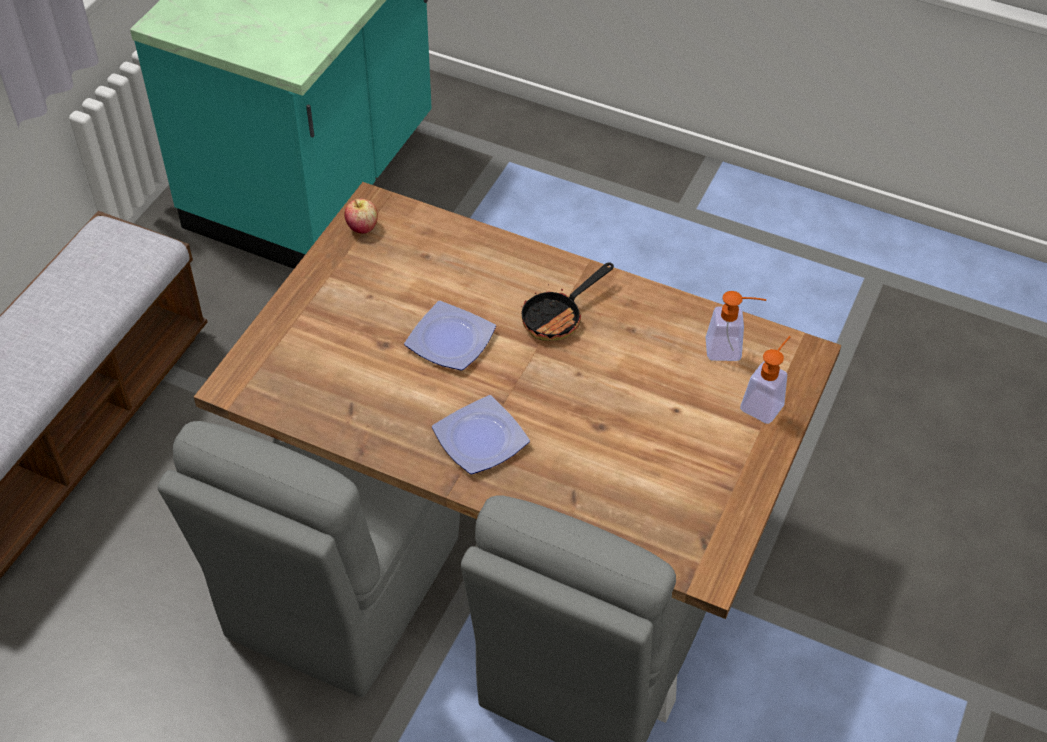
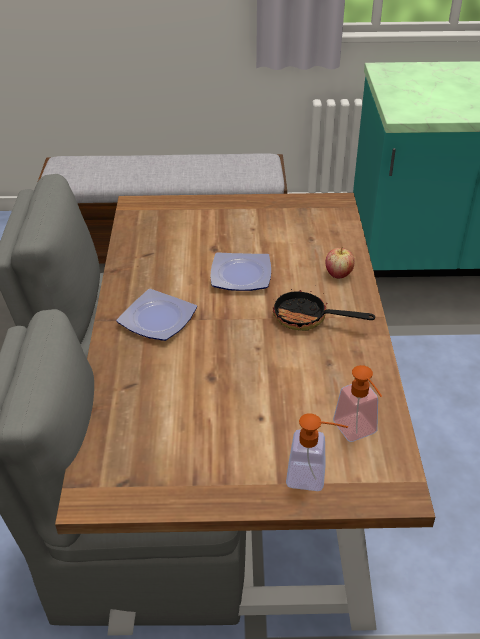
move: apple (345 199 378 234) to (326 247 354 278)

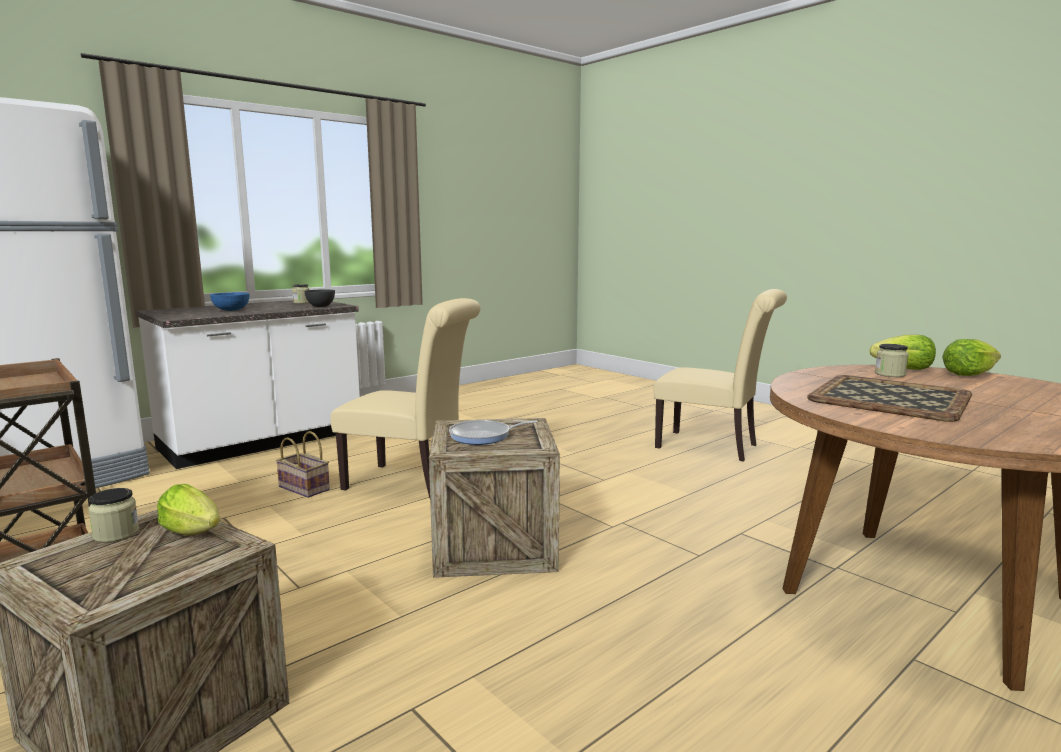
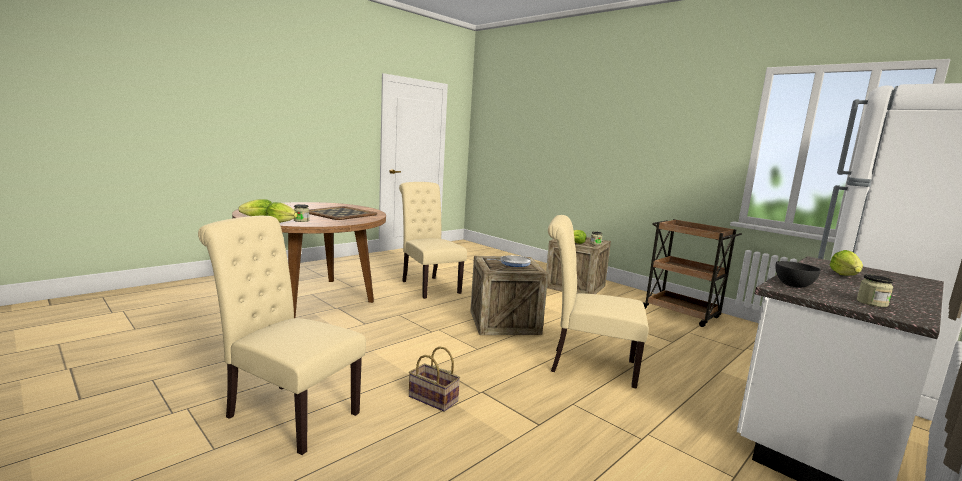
insert: beige-coloured upright chair (399 182 467 299)
move: household basket (276 431 330 498) to (409 346 460 412)
replace: bluish bowl (210 292 250 311) to lettuce head (829 250 863 276)

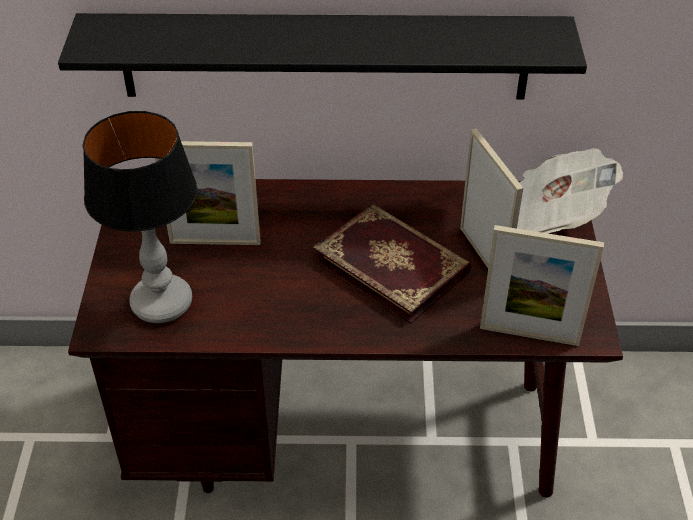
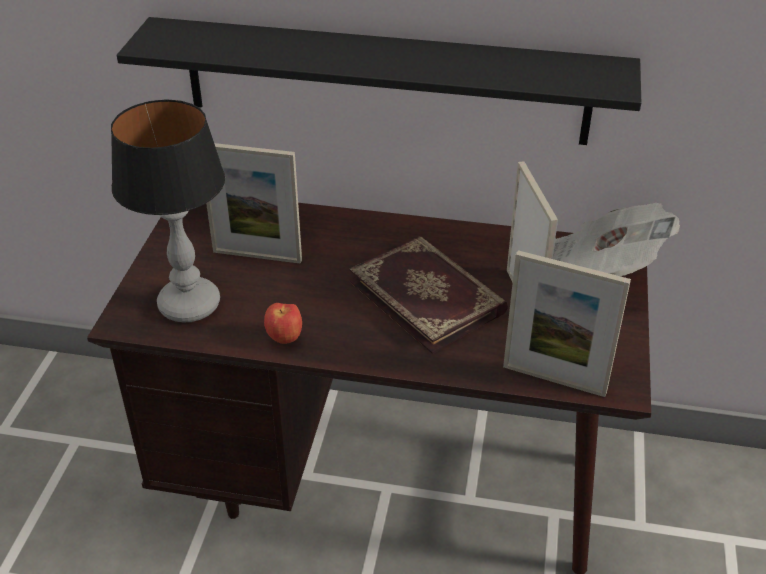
insert: apple (264 303 302 344)

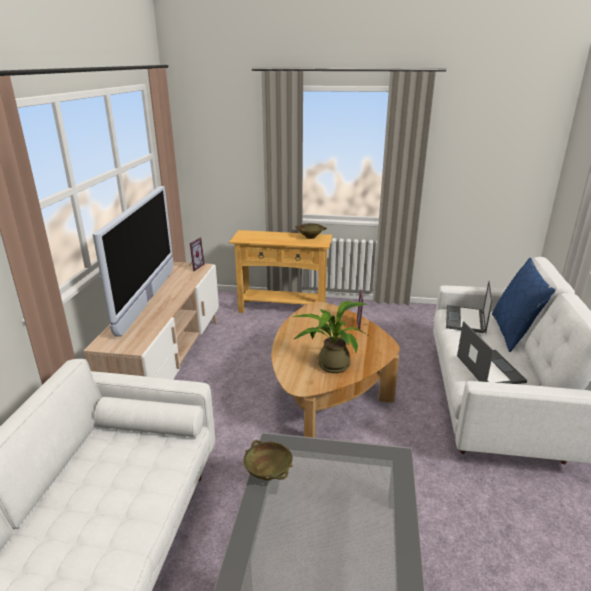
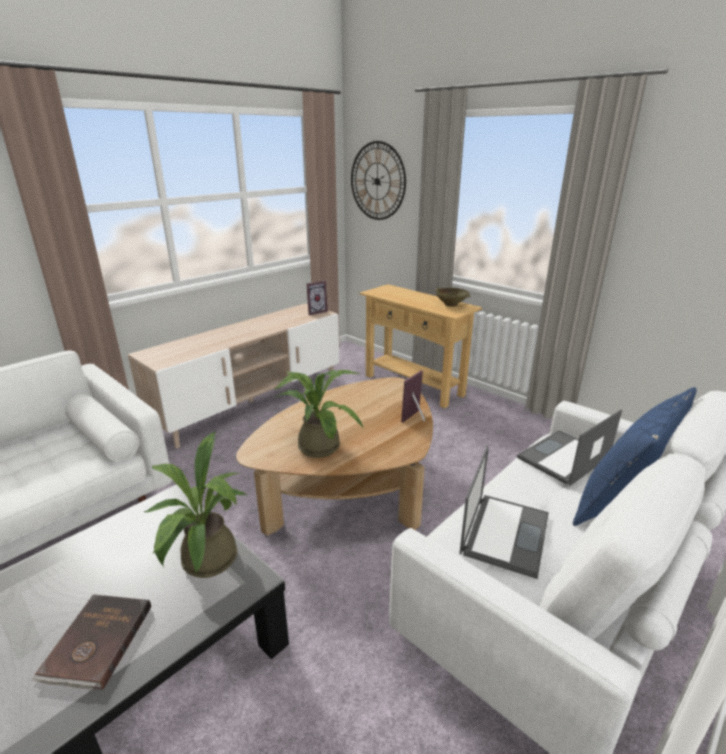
delete: TV set (93 186 173 337); beige-coloured bowl (243 440 293 480)
insert: brown volume (31 594 151 690); potted plant (144 432 247 578); hanging clock (351 141 406 220)

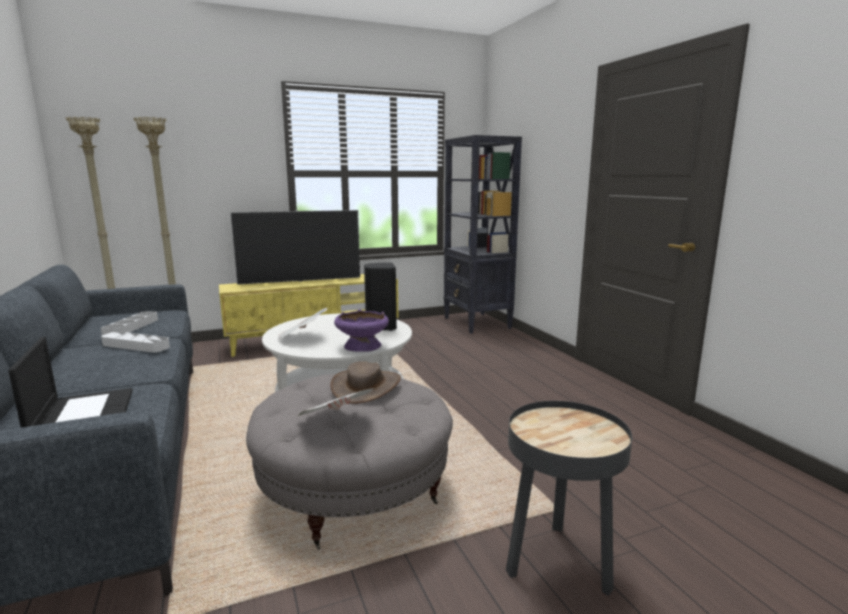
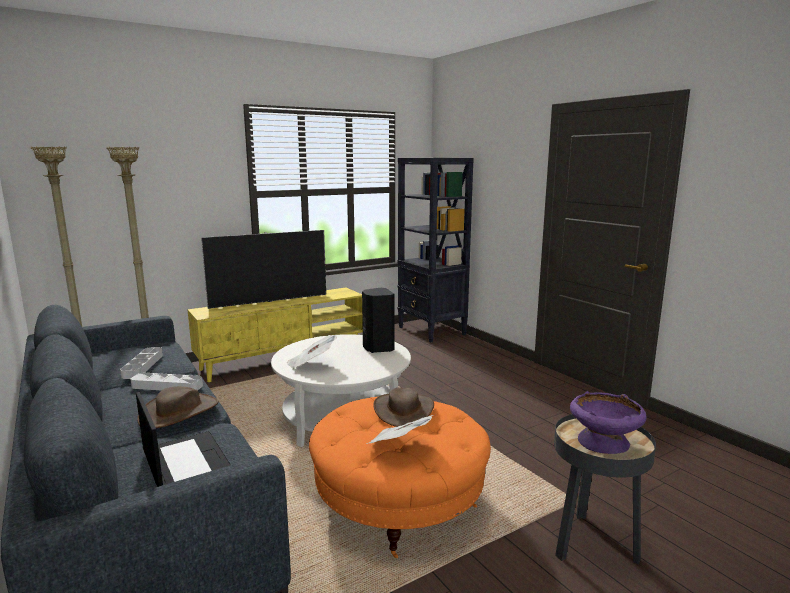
insert: brown clothing hat (137 386 219 428)
move: purple-coloured bowl (334 309 389 352) to (570 391 647 454)
recolor: gray footrest (246 374 453 550) to orange footrest (309 397 491 558)

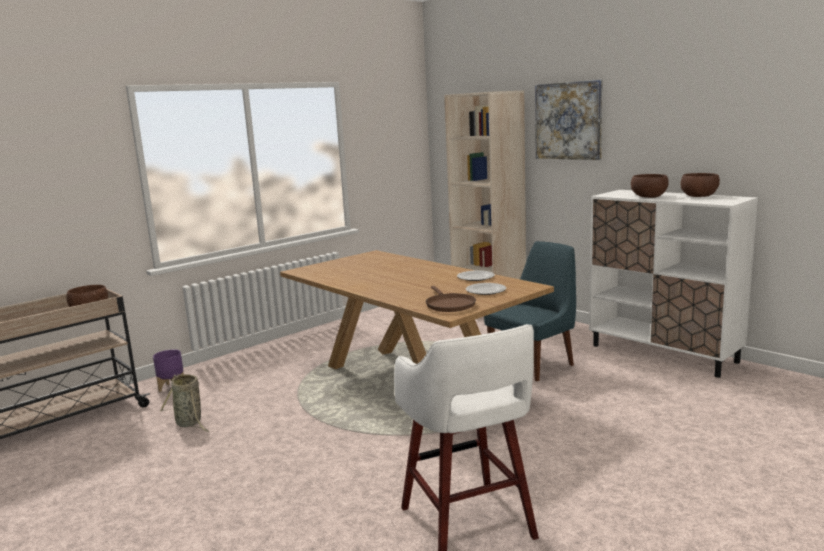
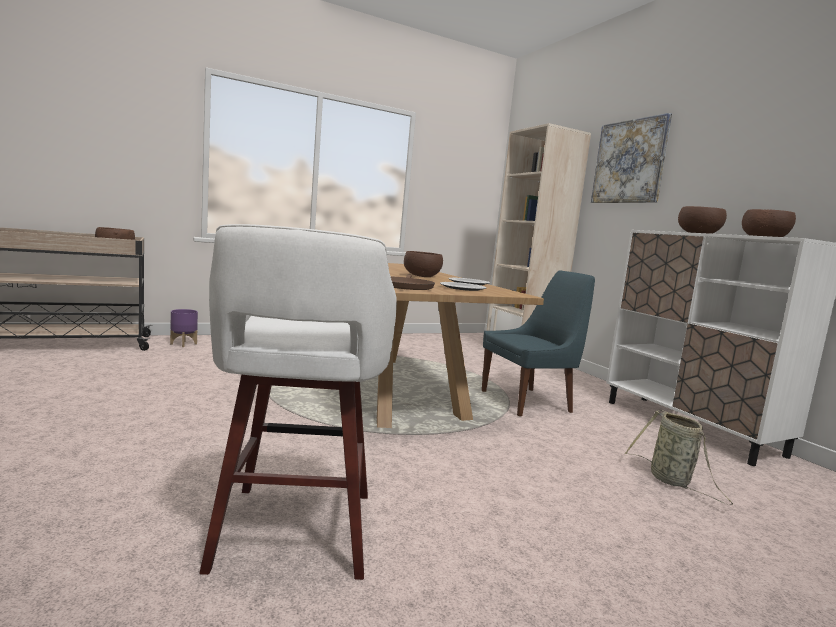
insert: brown bowl (404 251 443 277)
move: household basket (159 374 210 432) to (625 410 733 505)

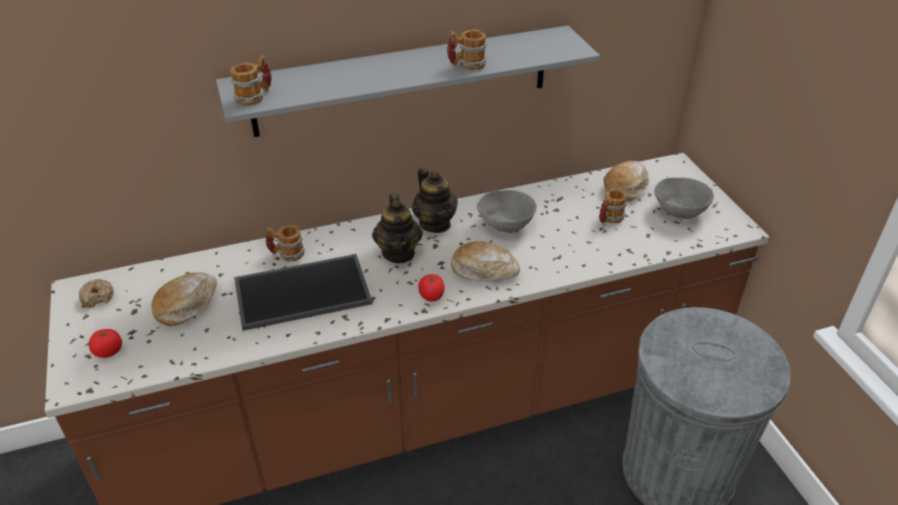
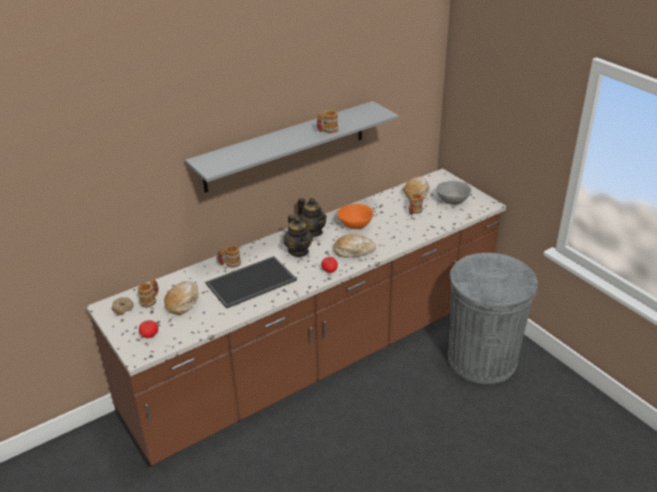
move: tea mug (230 55 272 106) to (137 278 159 307)
recolor: gray bowl (477 190 537 233) to orange bowl (337 204 374 229)

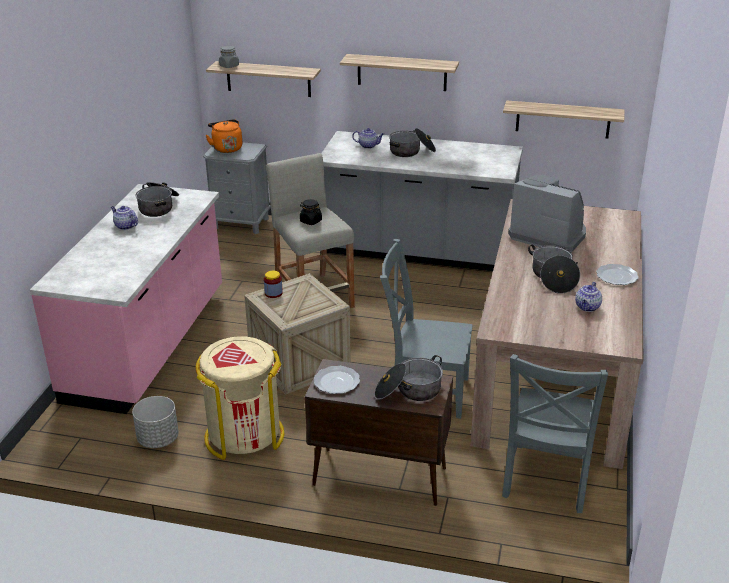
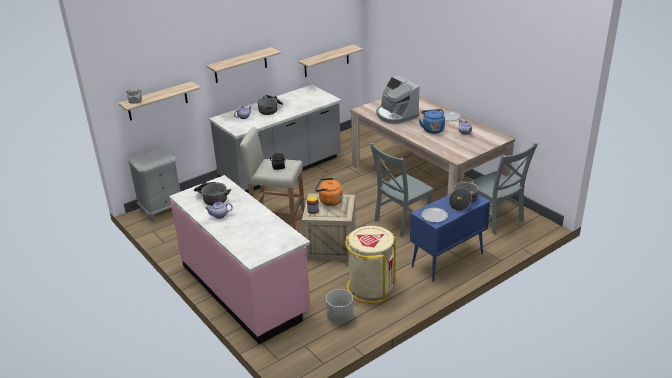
move: orange kettle (206 119 242 153) to (315 178 343 206)
replace: saucepot (528 245 580 293) to bluish kettle (419 109 445 134)
recolor: brown cupboard (305 359 453 506) to bluish cupboard (410 194 490 282)
rotate: coffee maker (508 175 586 253) = (376 76 419 124) 105 degrees counterclockwise

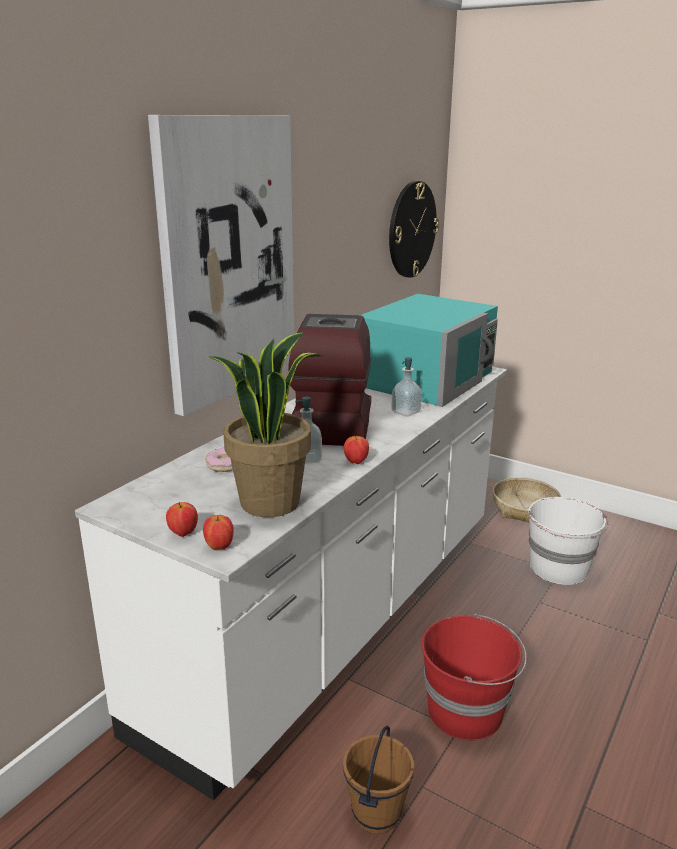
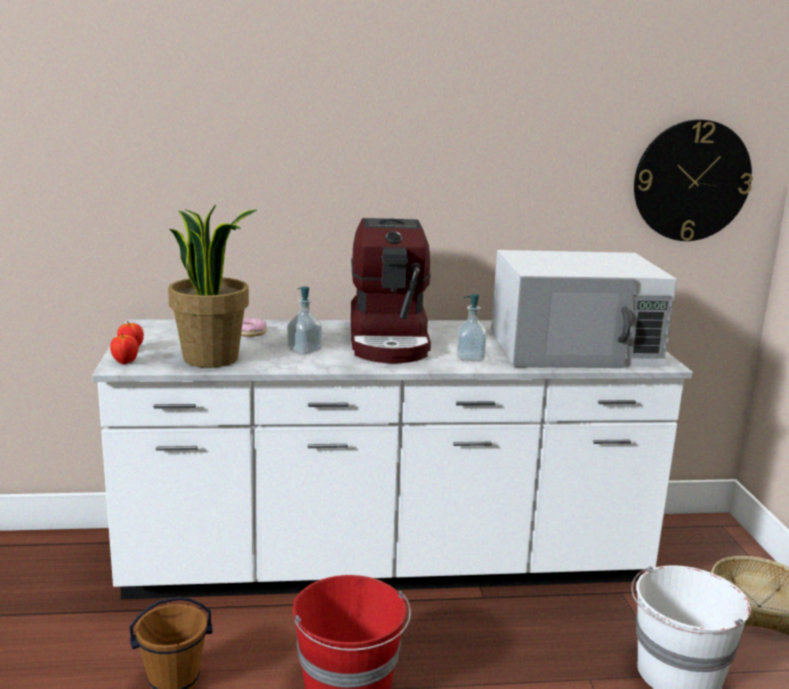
delete: wall picture (148 115 294 416); apple (344 434 369 464)
recolor: turquoise-coloured microwave oven (362 294 498 407) to white microwave oven (491 250 677 368)
rotate: coffee maker (288 314 371 446) = (351 218 431 364) 120 degrees clockwise

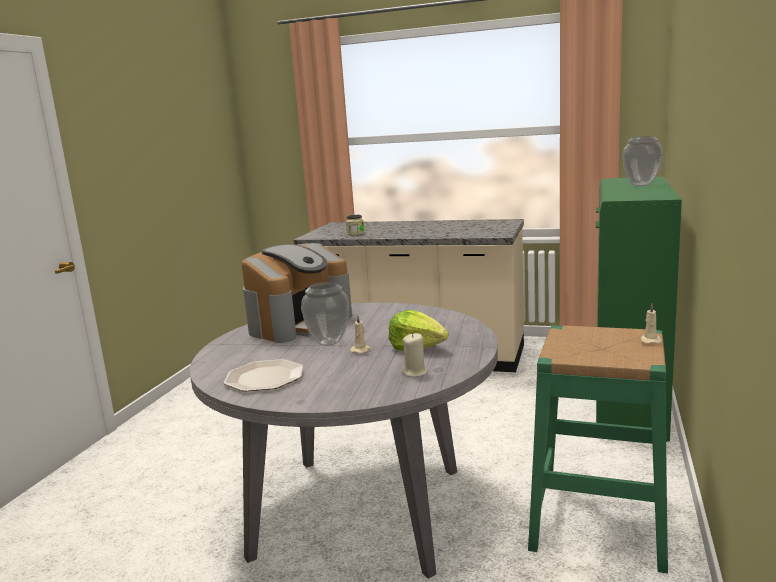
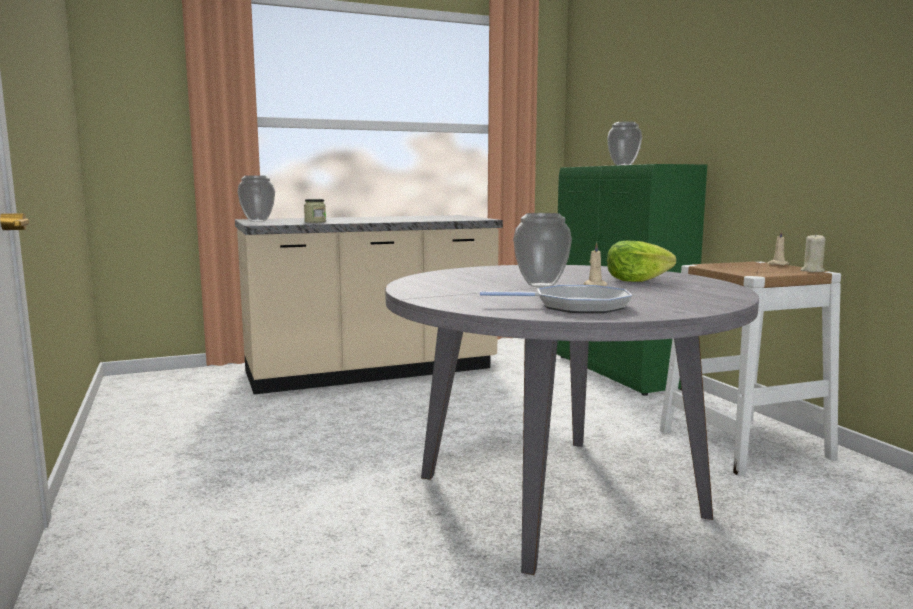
delete: coffee maker (241 243 352 343)
insert: vase (238 176 275 222)
move: beige-coloured candle (402 333 428 377) to (800 234 825 272)
replace: plate (224 359 304 392) to skillet (480 285 632 313)
recolor: greenish stool (528 325 668 573) to white stool (660 262 841 476)

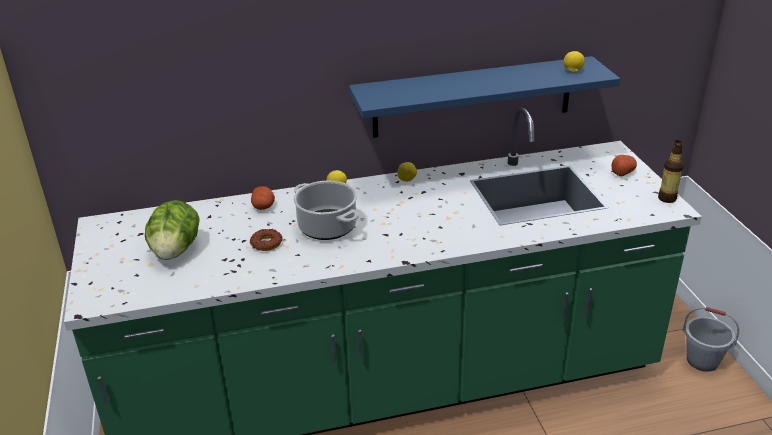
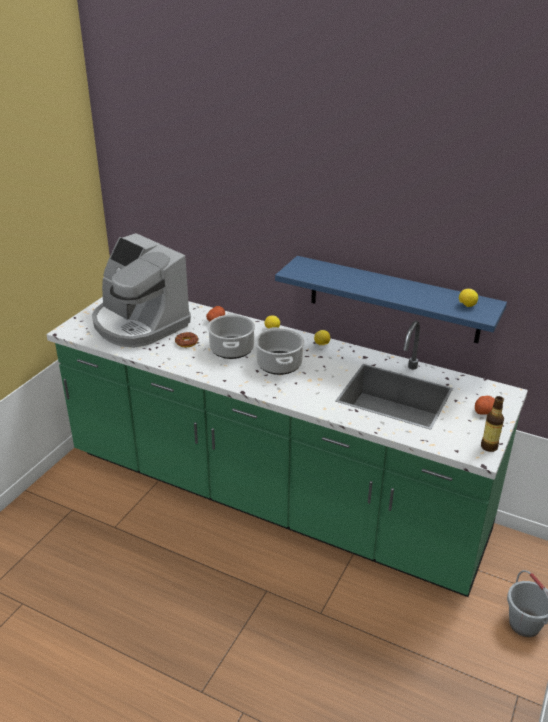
insert: saucepot (255 327 304 375)
replace: lettuce head (145 200 200 260) to coffee maker (92 233 191 348)

